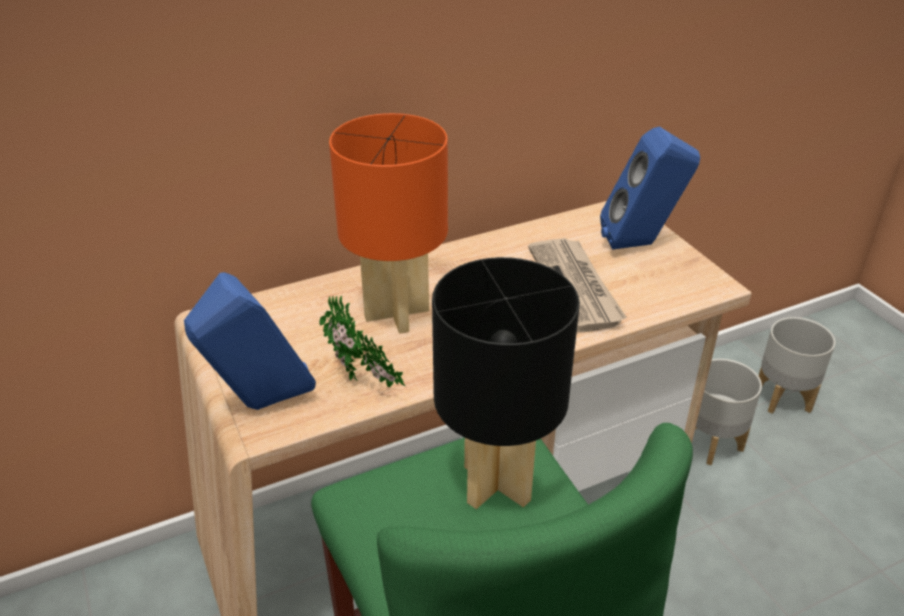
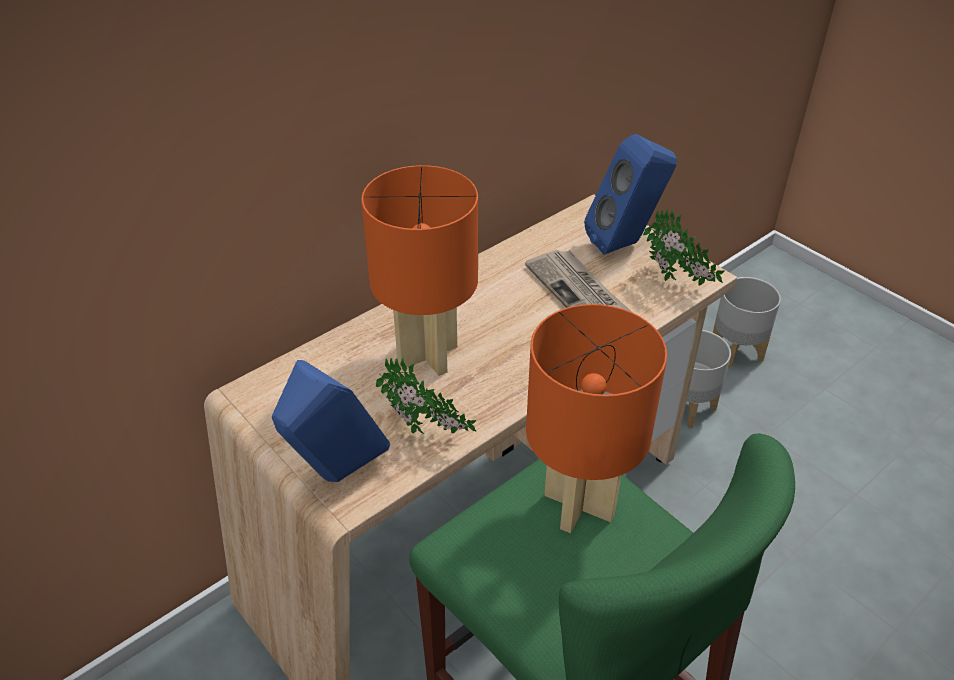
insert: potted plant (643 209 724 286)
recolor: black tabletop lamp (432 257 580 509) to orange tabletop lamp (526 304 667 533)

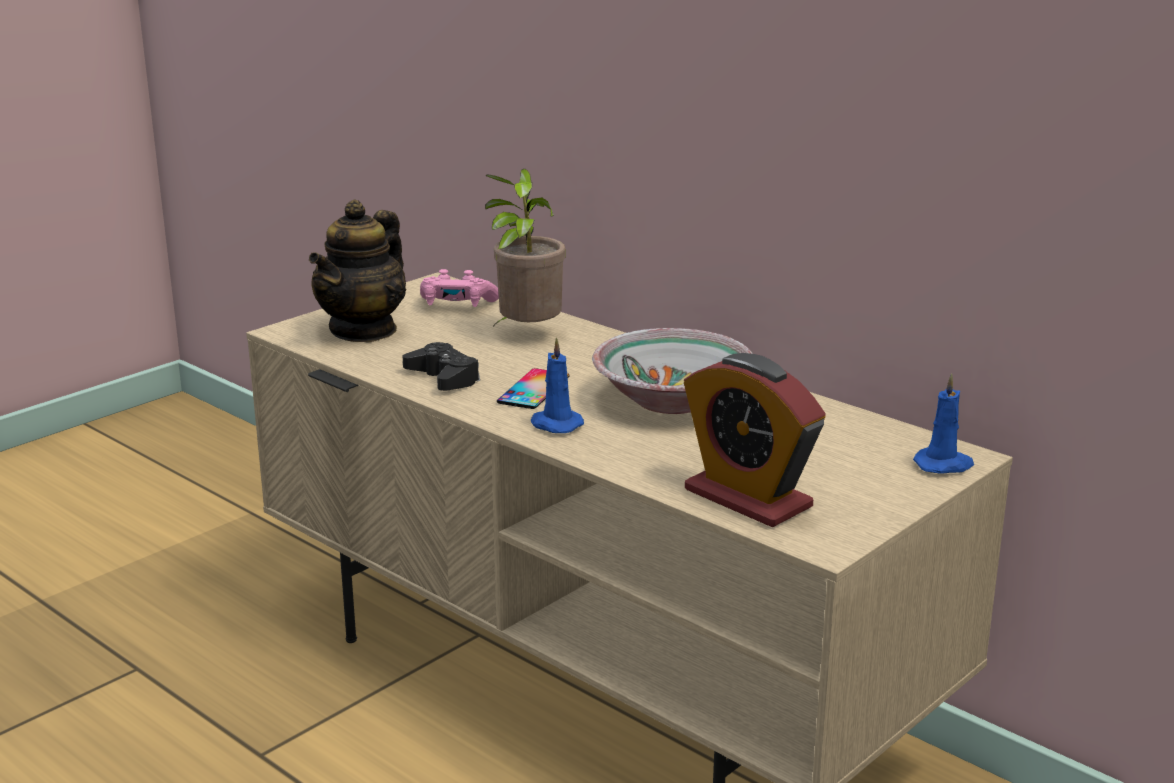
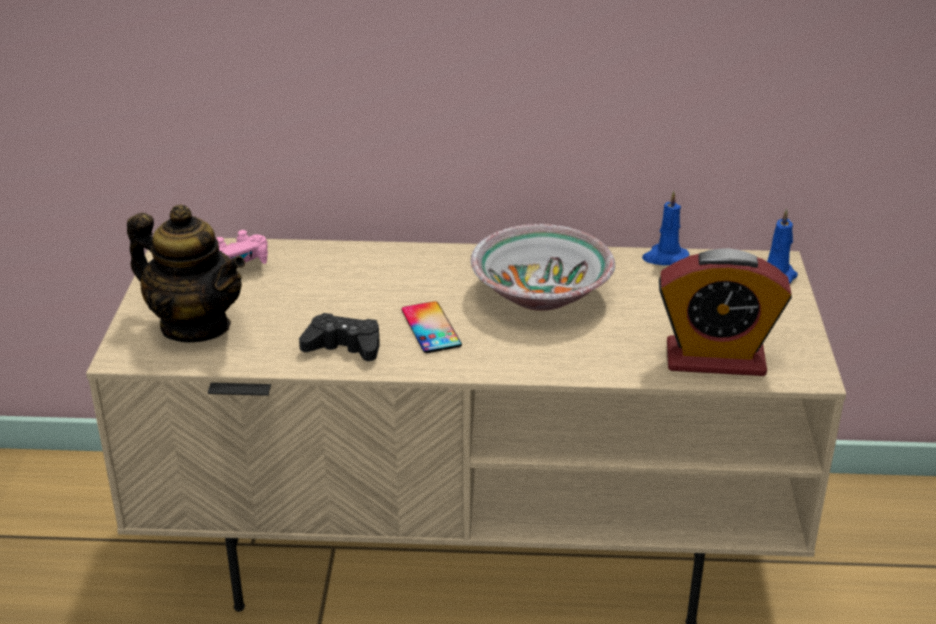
delete: potted plant (485 169 565 327)
move: bluish candle (531 337 584 433) to (642 191 689 266)
rotate: pot for tea (309 199 406 342) = (127 204 245 342) 45 degrees counterclockwise

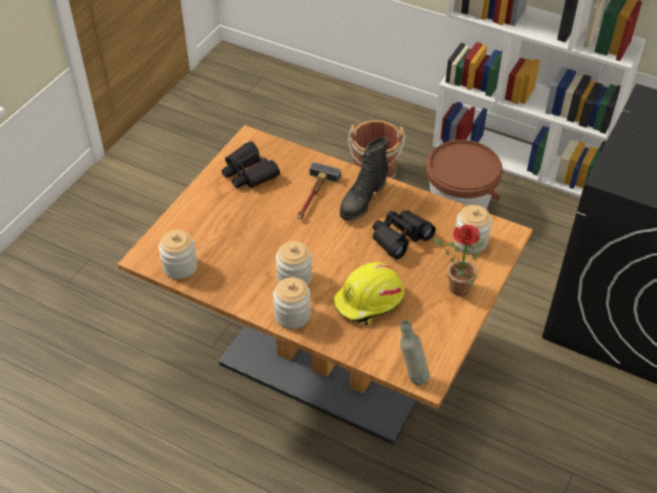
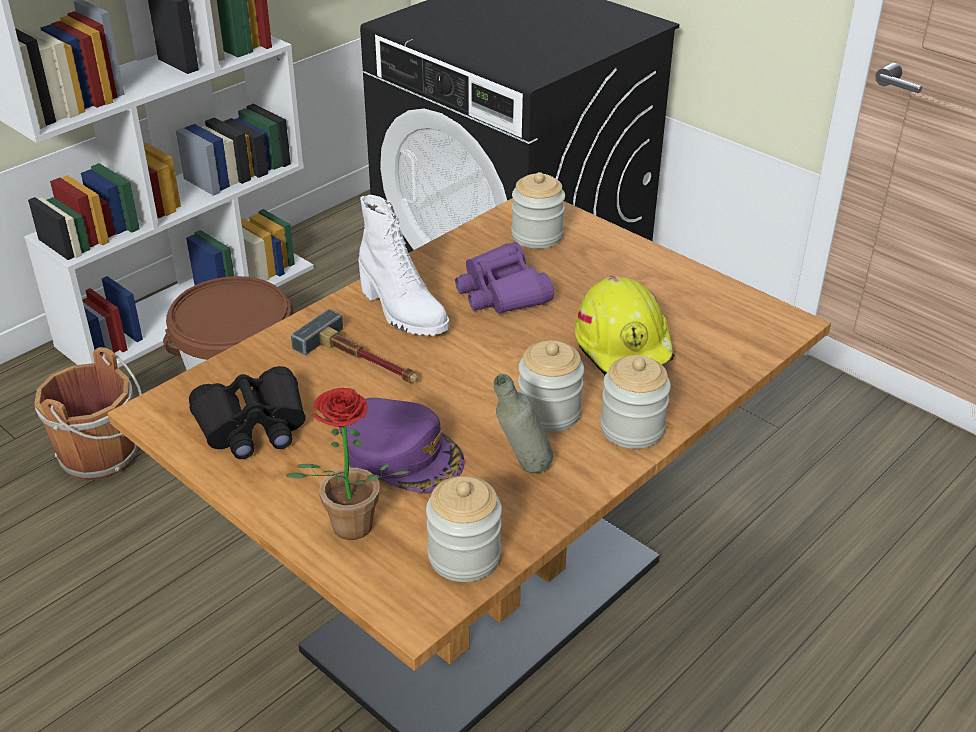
insert: purple-coloured cap (339 398 465 493)
move: gray beverage bottle (400 320 430 385) to (494 374 553 473); potted plant (434 225 483 296) to (286 388 410 540)
recolor: black boot (340 137 388 221) to white boot (359 195 450 336); black binoculars (373 211 436 259) to purple-coloured binoculars (455 242 554 314)

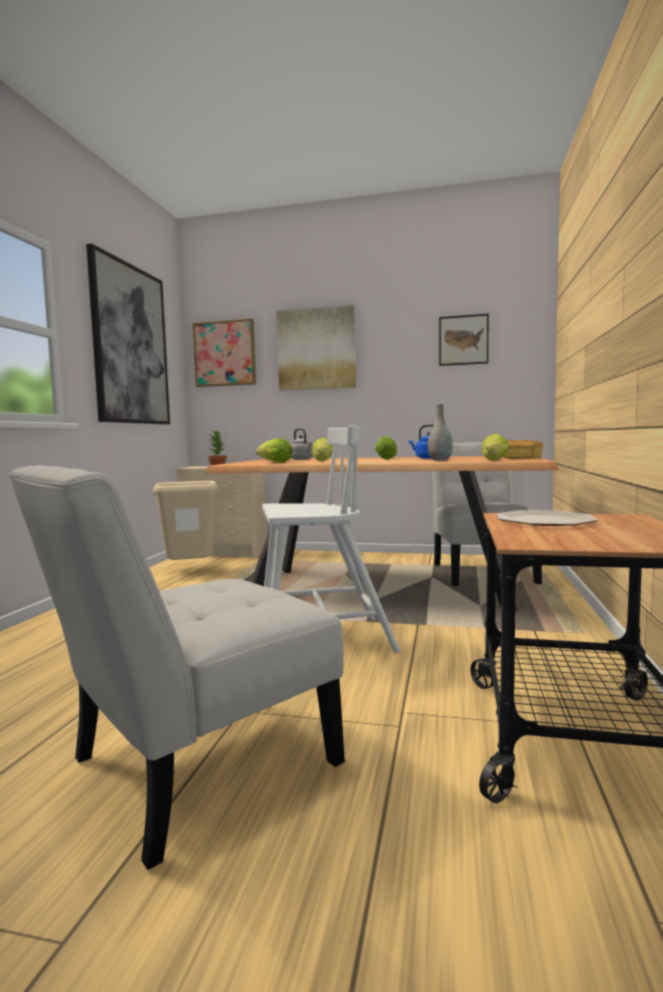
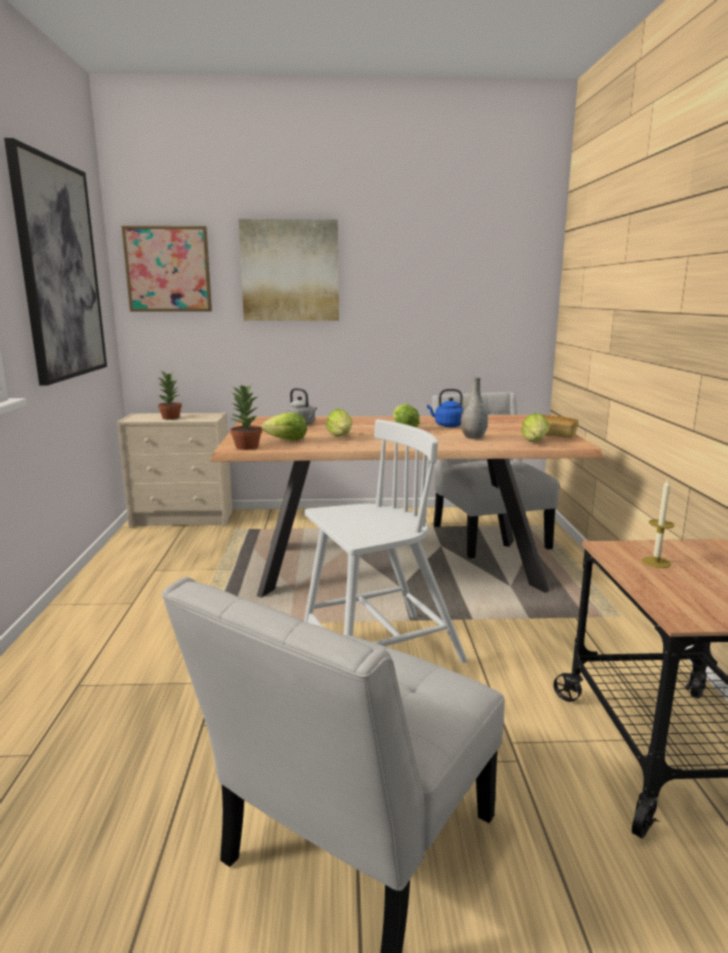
delete: beige-coloured trash can (153 481 218 560); wall picture (439 314 489 366)
insert: potted plant (229 385 262 450)
replace: plate (497 510 598 526) to candle (641 479 674 568)

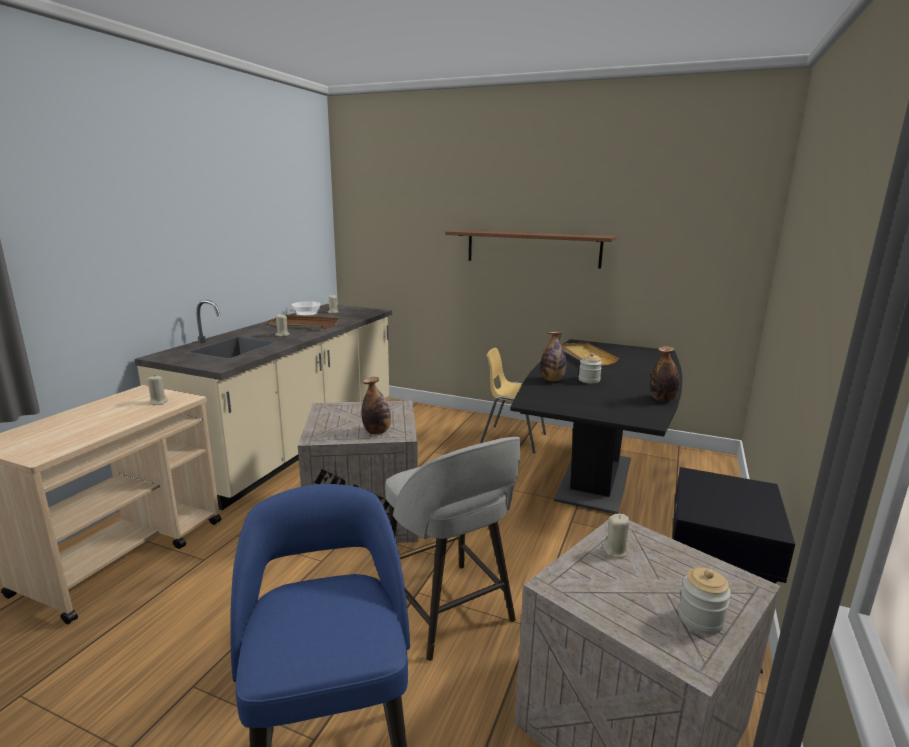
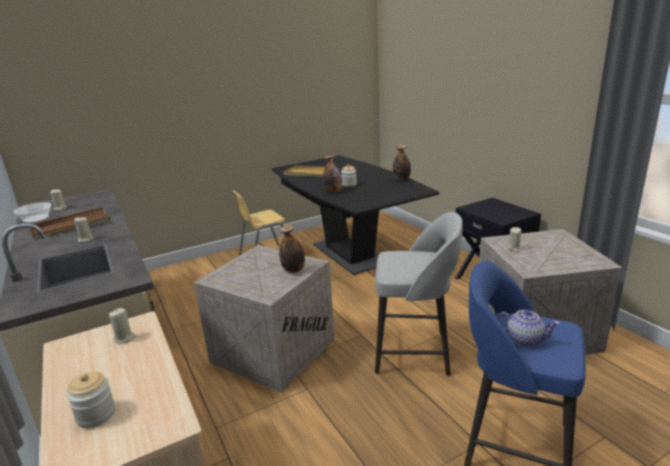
delete: brown bracket shelf (445 230 617 269)
insert: pot for tea (496 310 559 346)
move: preserve jar (678 568 731 634) to (66 371 116 428)

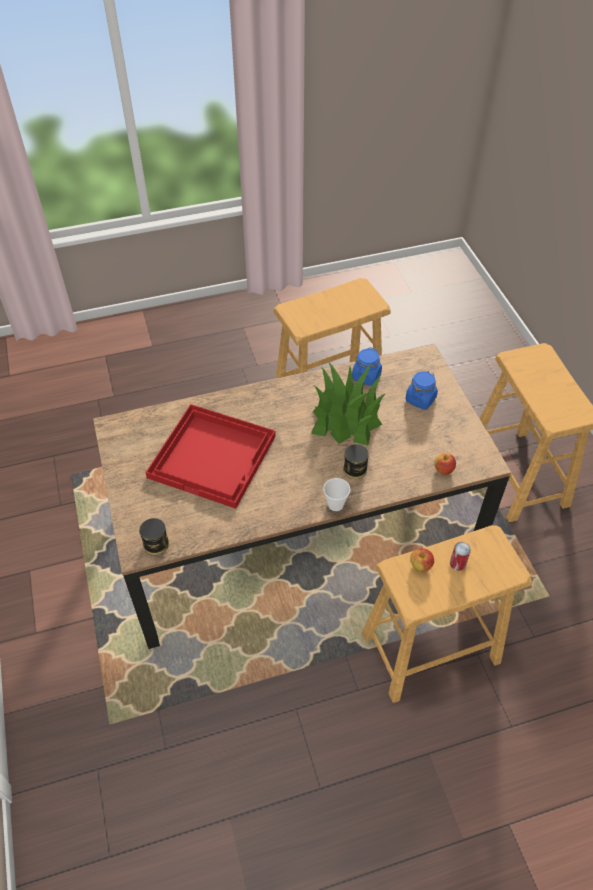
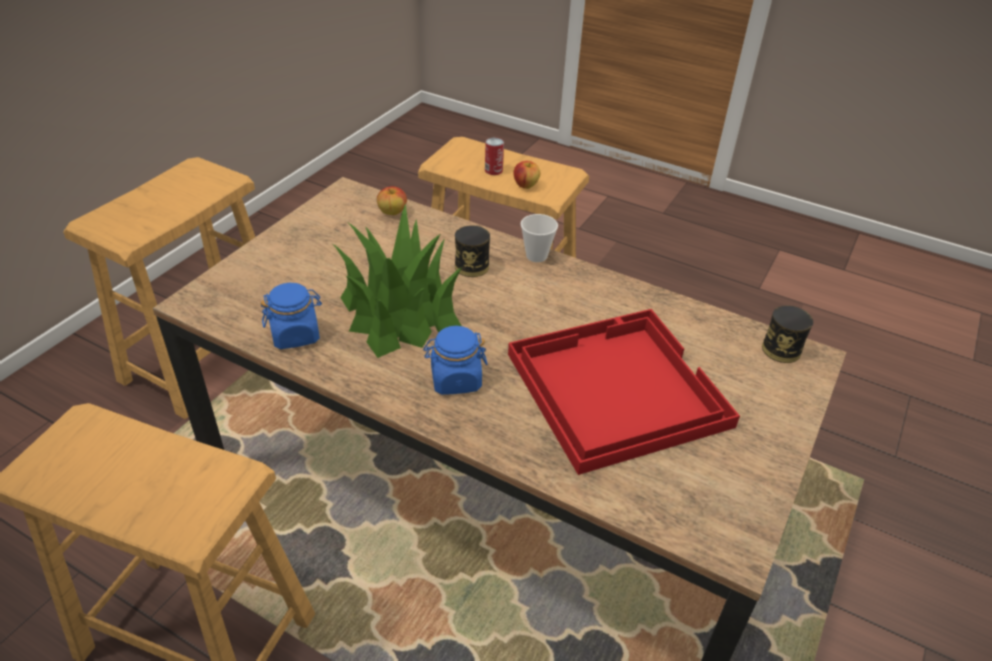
move: bluish preserve jar (405 371 438 410) to (423 326 487 395)

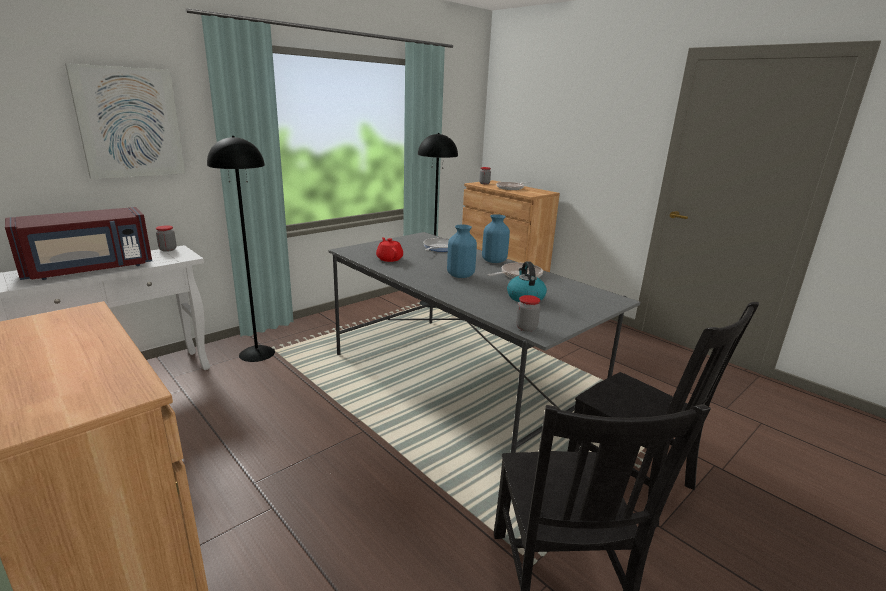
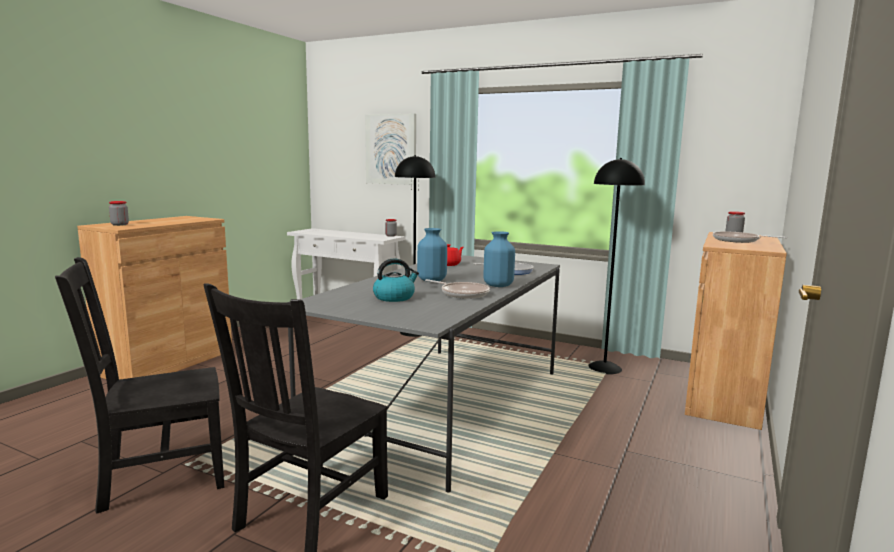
delete: reddish microwave oven (5 207 152 280)
move: preserve jar (516 295 540 332) to (109 201 129 226)

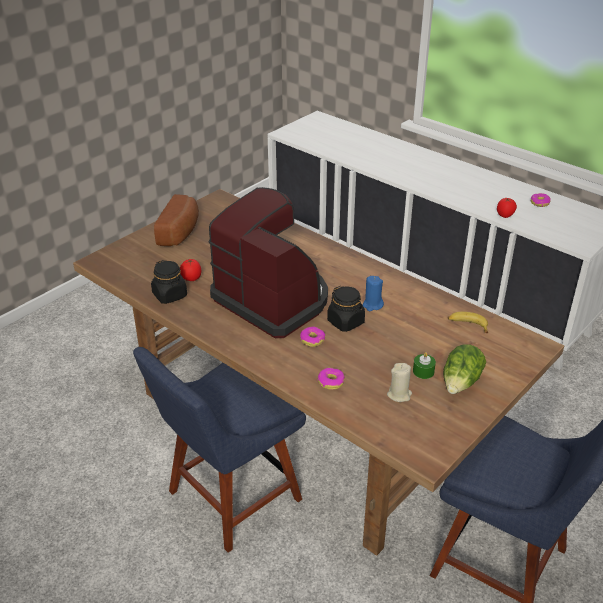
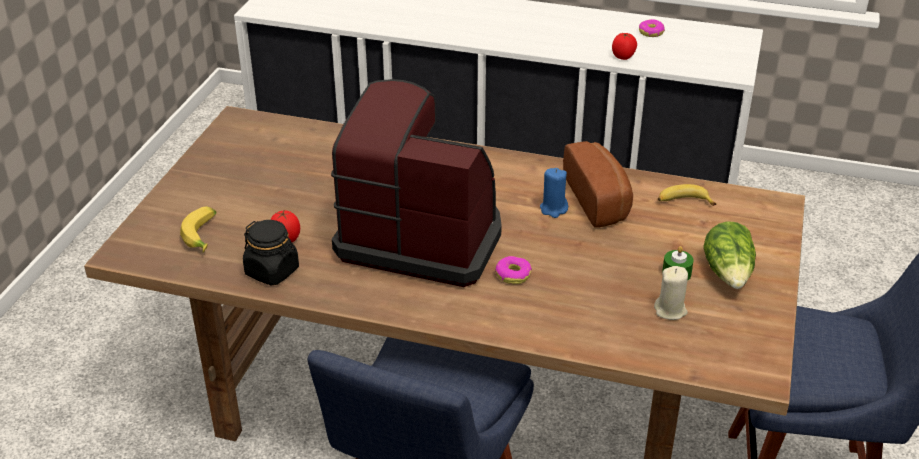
delete: doughnut (318 368 345 390); black preserve jar (327 286 365 332)
insert: banana fruit (180 207 217 252)
move: bread (154 194 199 246) to (563 141 633 228)

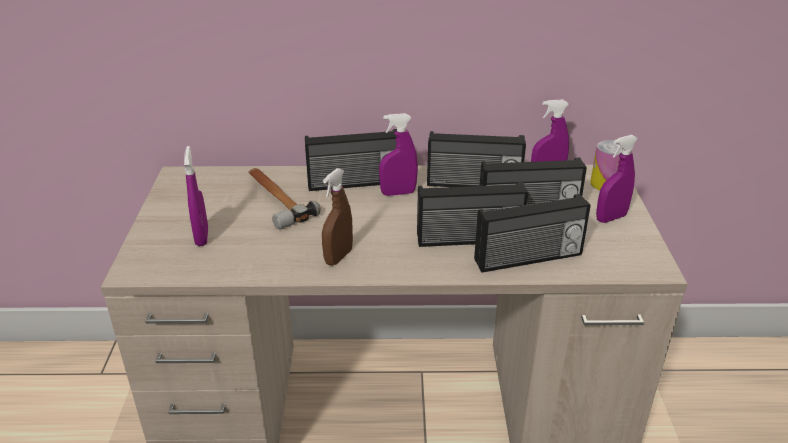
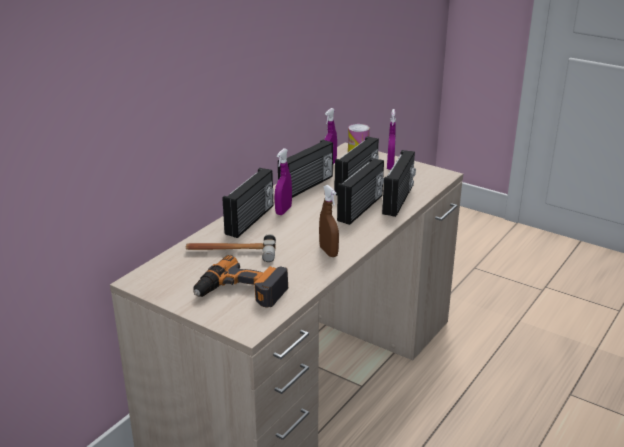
replace: purple-coloured spray bottle (184 146 208 246) to electric drill (193 255 288 308)

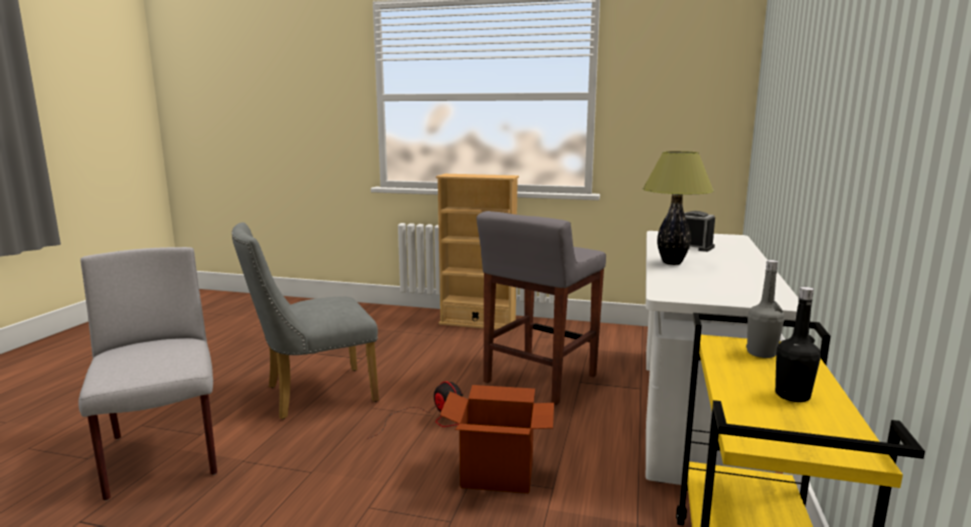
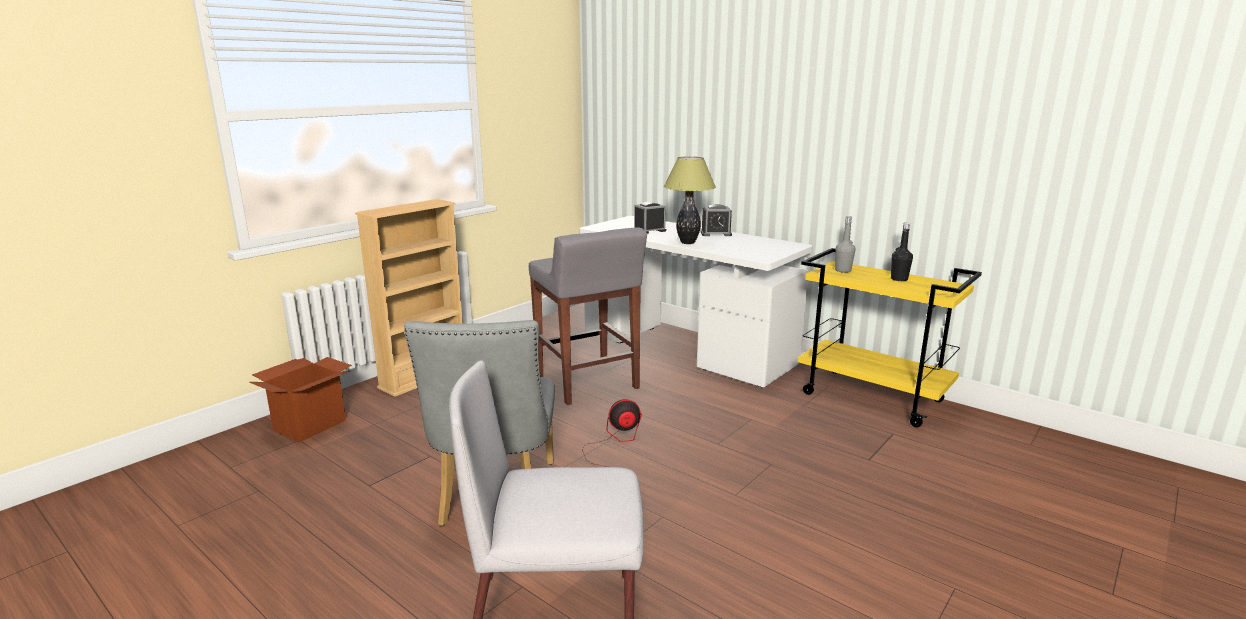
insert: bedside clock (700 204 732 236)
move: cardboard box (440 385 554 493) to (249 357 352 442)

